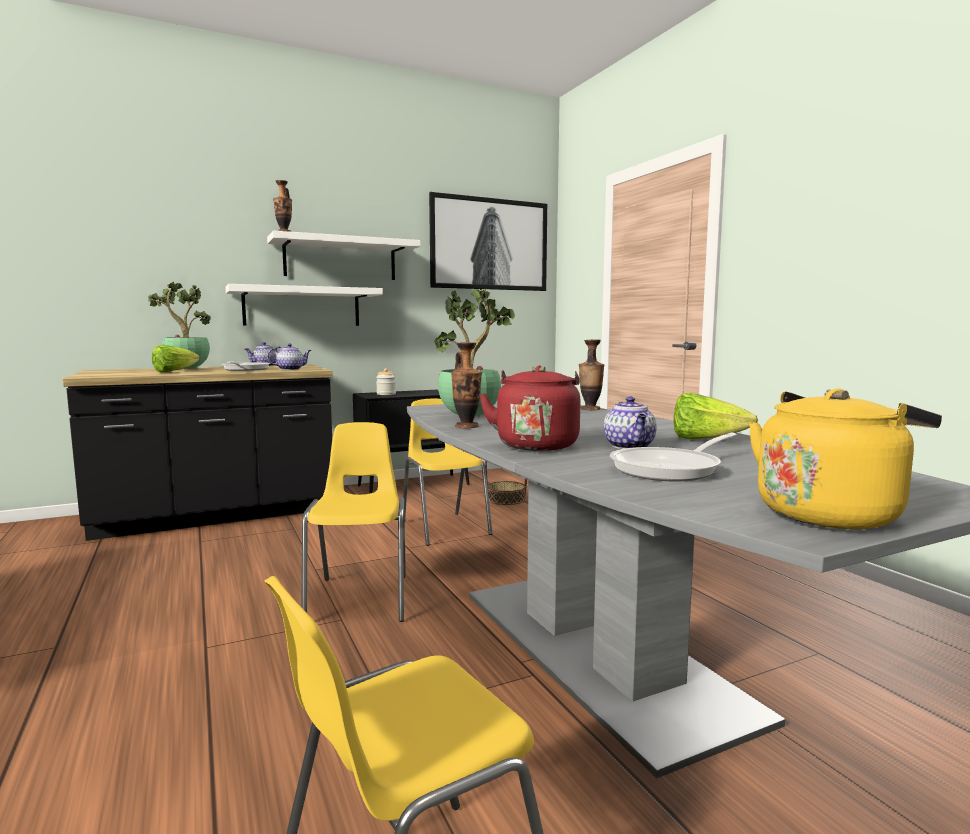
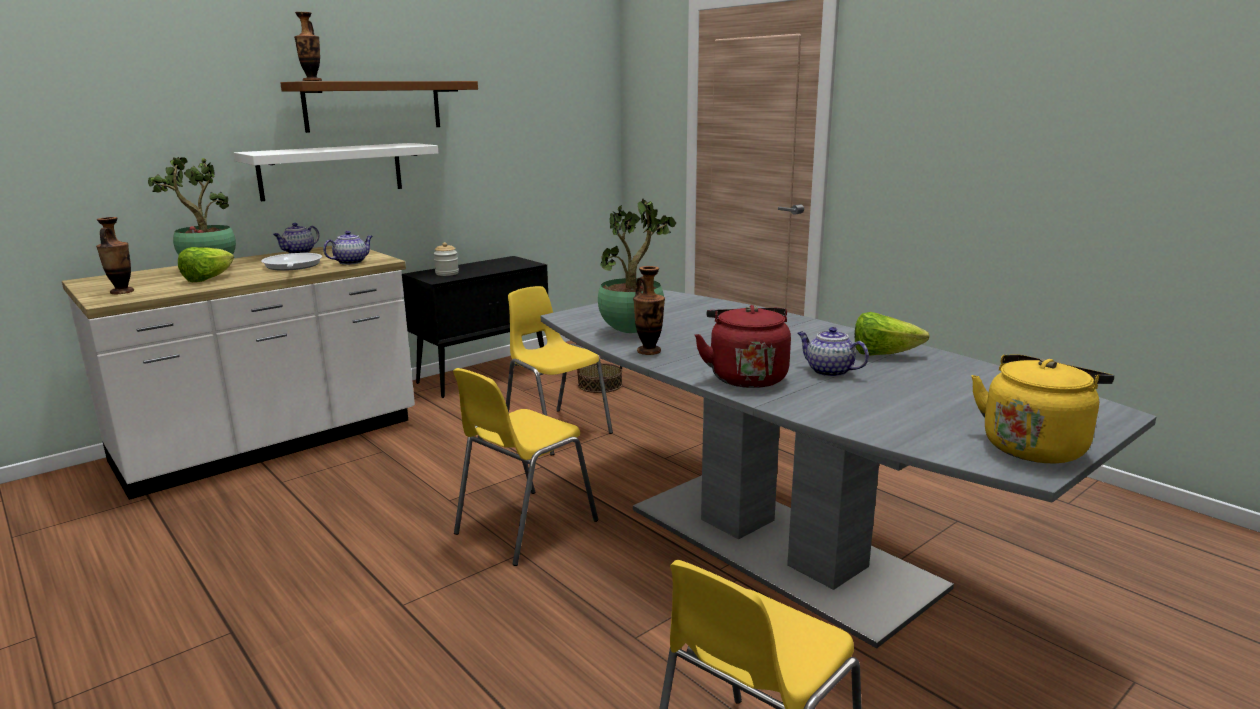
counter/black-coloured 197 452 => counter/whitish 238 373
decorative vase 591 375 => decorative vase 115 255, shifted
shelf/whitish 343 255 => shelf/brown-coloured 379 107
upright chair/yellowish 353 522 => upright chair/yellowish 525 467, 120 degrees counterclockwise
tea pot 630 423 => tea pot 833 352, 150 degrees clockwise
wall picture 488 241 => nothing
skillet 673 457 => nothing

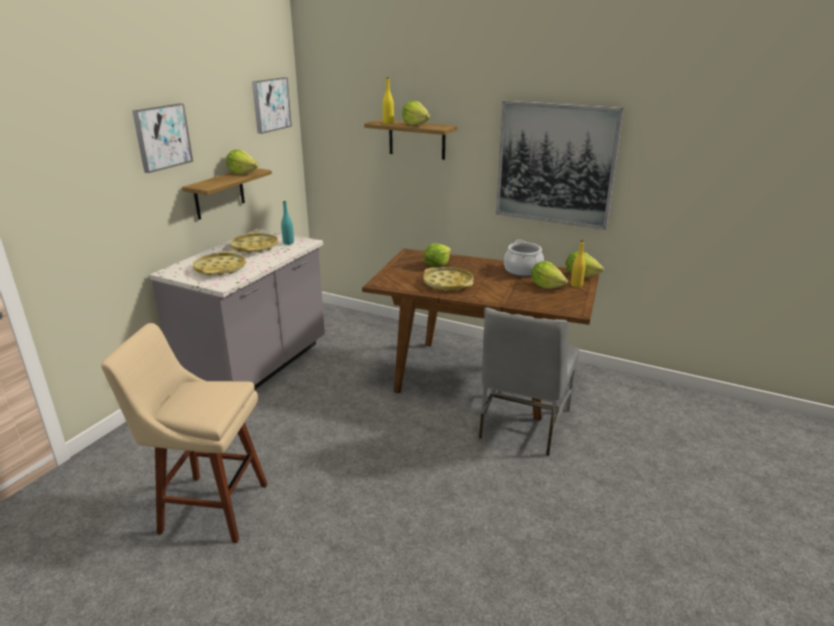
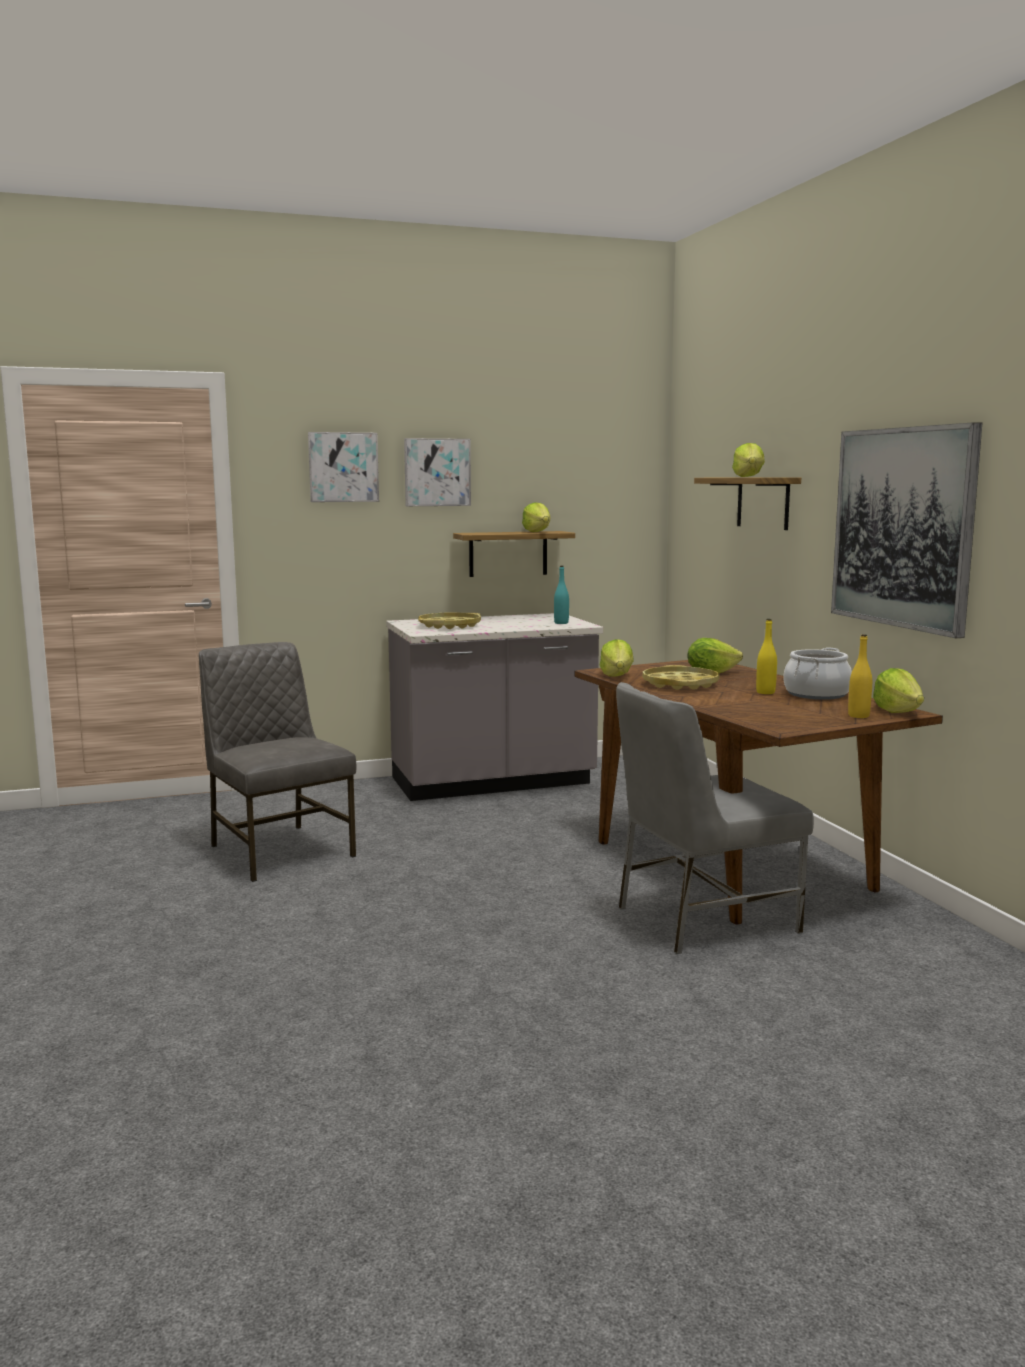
stool/beige-coloured 184 433 => upright chair/greyish 277 762
wall picture 272 105 => wall picture 343 467, shifted
lettuce head 549 275 => lettuce head 617 658, shifted
drink bottle/yellowish 388 101 => drink bottle/yellowish 766 656, shifted
tray/yellowish 254 242 => nothing

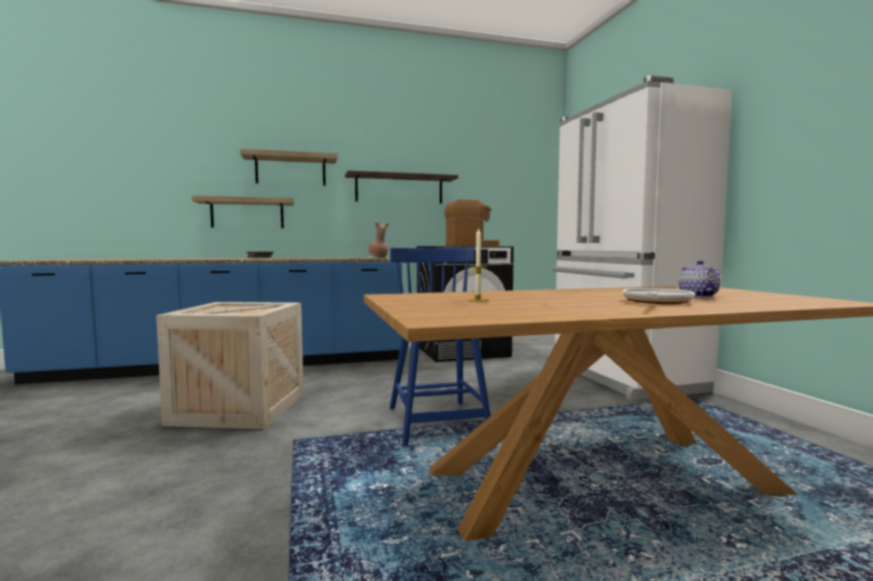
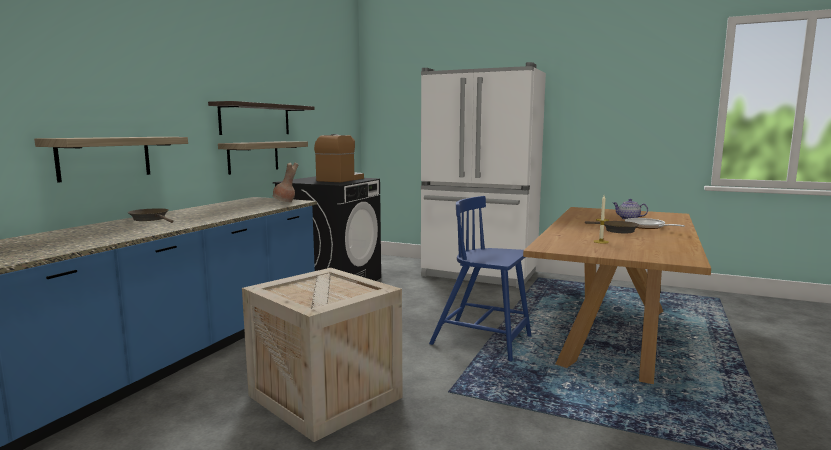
shelf 289 167 => shelf 263 158, shifted
nothing => skillet/brown-coloured 612 227

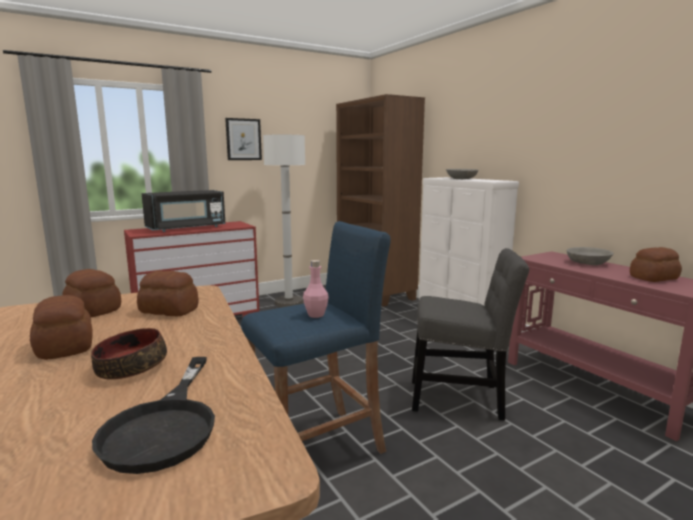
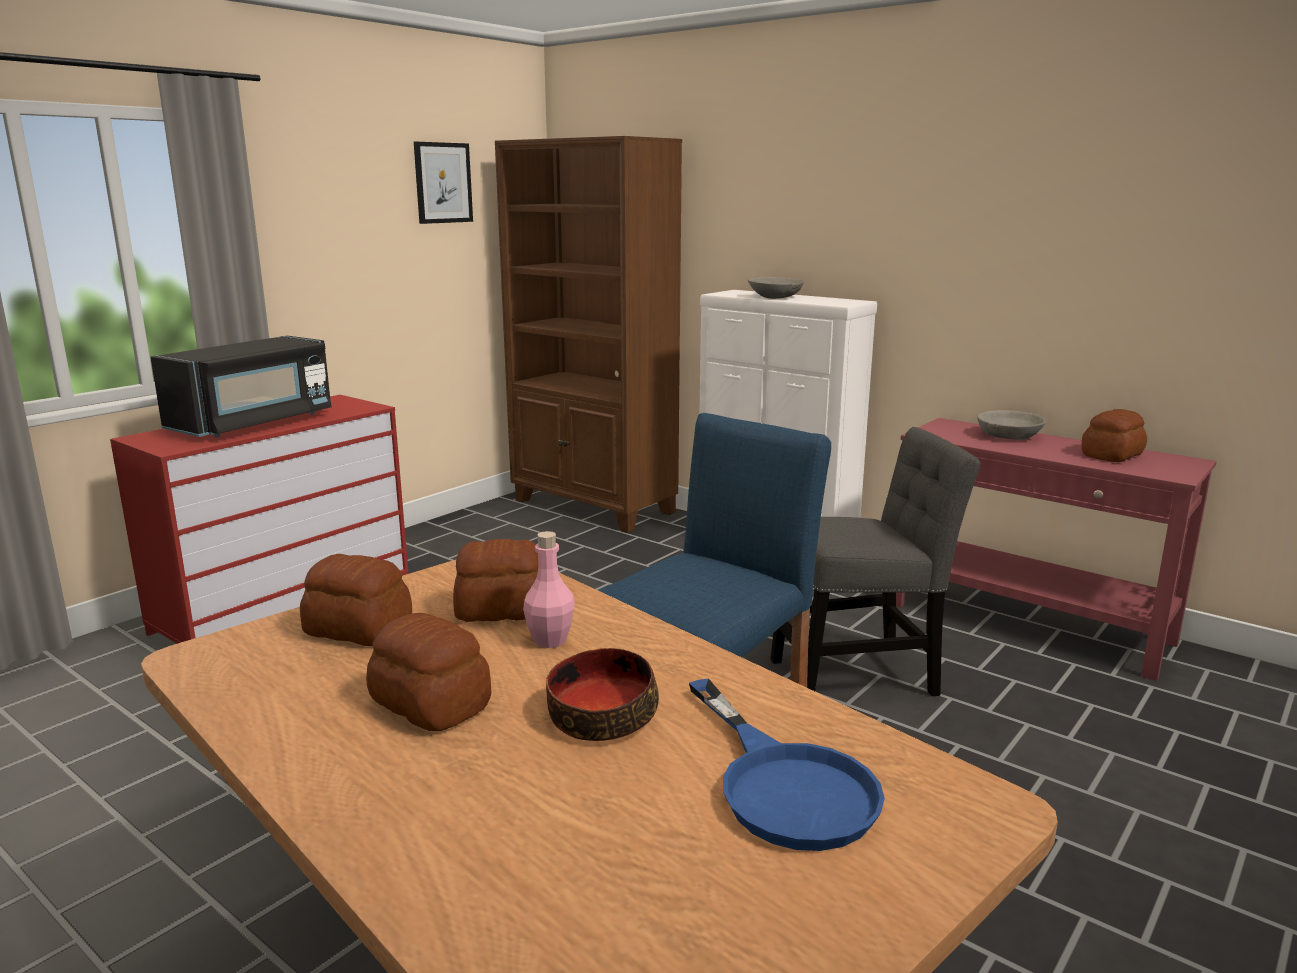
wall picture 243 139 => wall picture 443 183, shifted
drink bottle/pinkish 316 289 => drink bottle/pinkish 549 589, shifted
skillet/black-coloured 153 415 => skillet/blue 787 764
standard lamp/whitish 284 220 => nothing

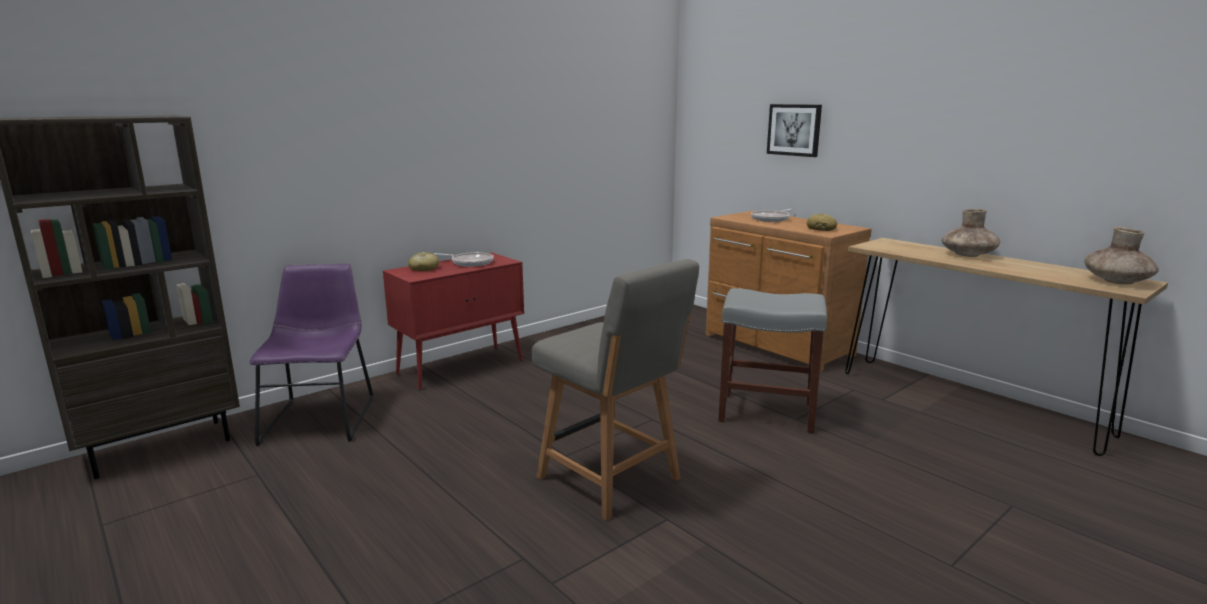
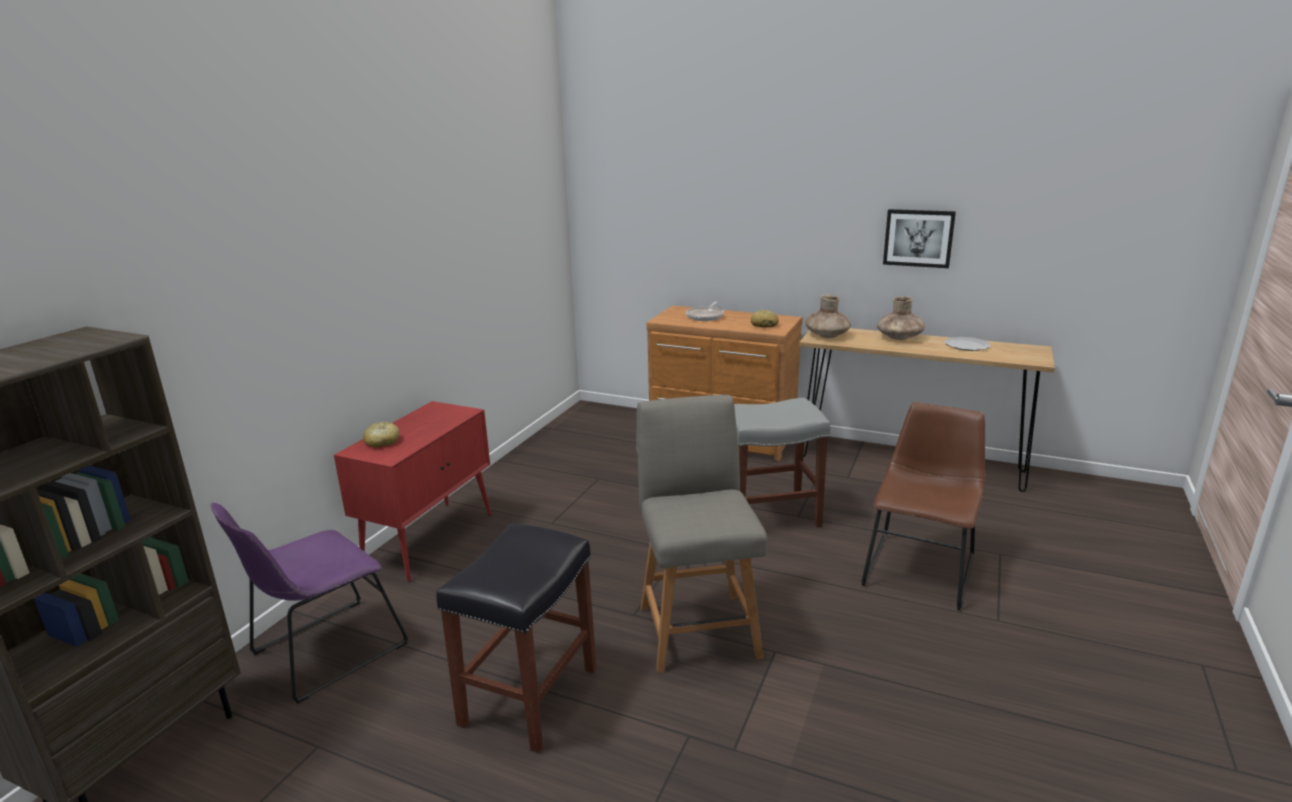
upright chair/purple-coloured 312 355 => upright chair/purple-coloured 309 603, 105 degrees counterclockwise
nothing => stool/black-coloured 516 638
upright chair/greyish 615 390 => upright chair/greyish 702 534, 120 degrees counterclockwise
decorative vase/brown-coloured 1121 255 => decorative vase/brown-coloured 828 316, shifted
nothing => upright chair/brown-coloured 923 506
wall picture 794 130 => wall picture 919 238, shifted
nothing => plate 967 344
skillet 464 259 => nothing

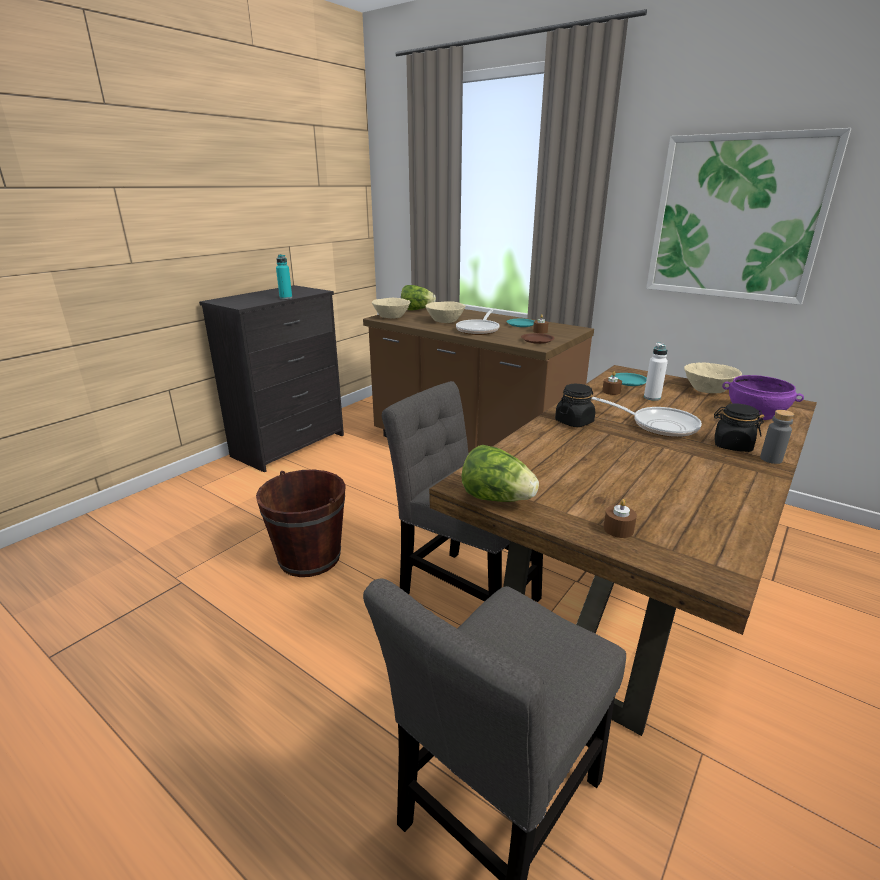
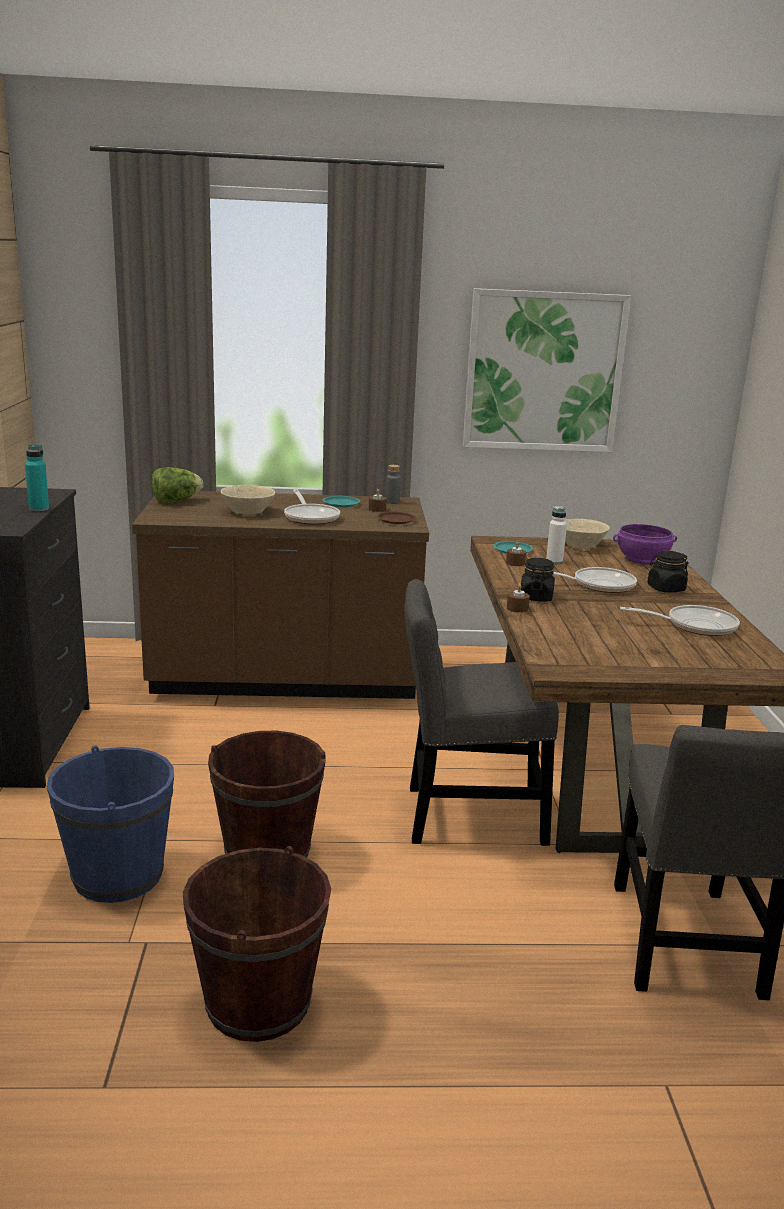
nothing => bucket/blue 110 824
nothing => bucket/brown-coloured 257 944
drink bottle/greyish 777 437 => drink bottle/greyish 393 484, shifted
candle/brown-coloured 620 518 => candle/brown-coloured 518 598, shifted
nothing => skillet 680 620
deep dish/beige-coloured 391 308 => nothing
lettuce head 500 473 => nothing

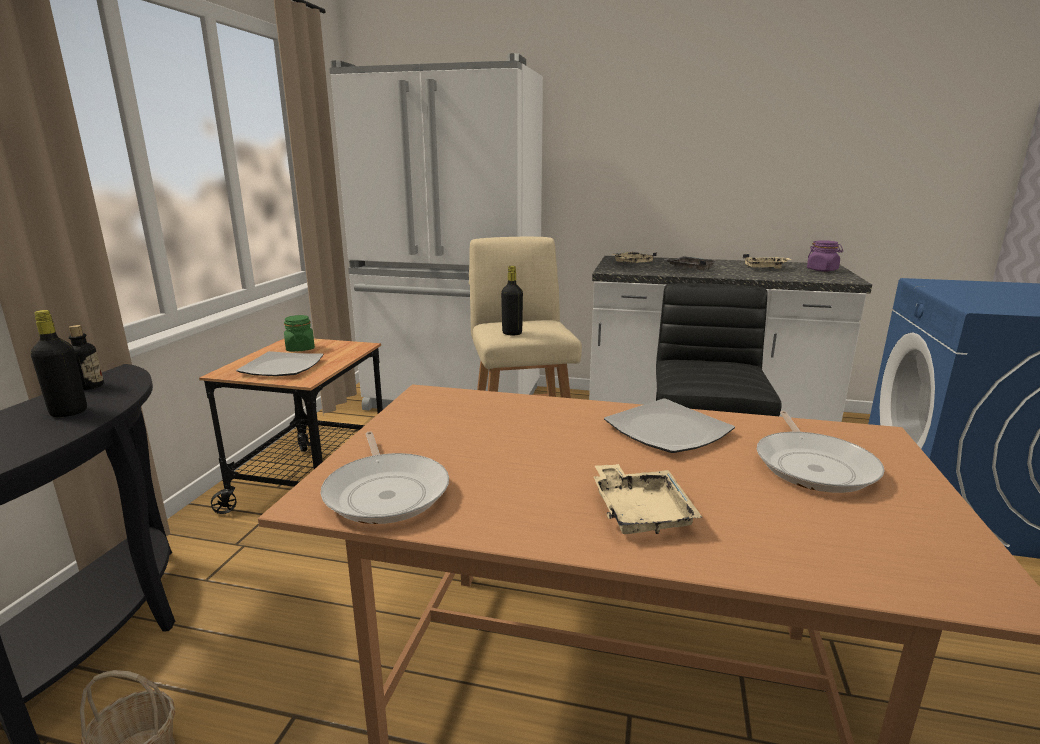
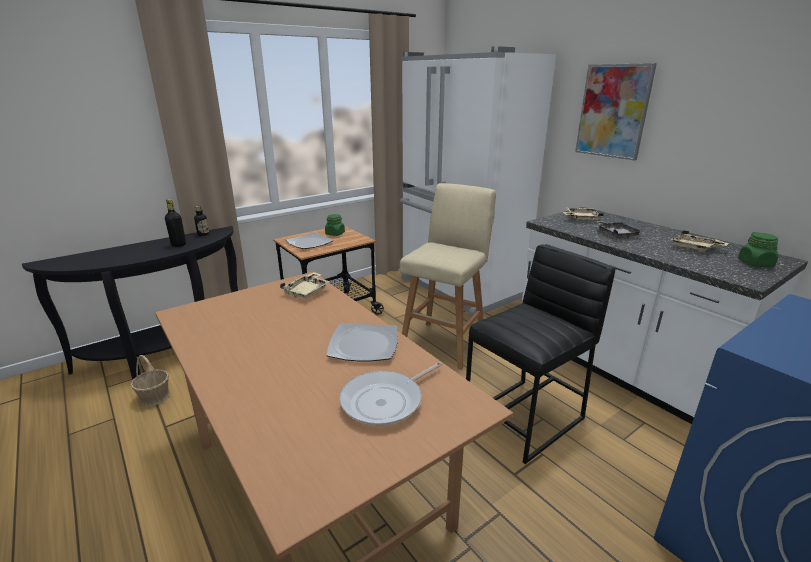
tray/beige-coloured 648 499 => tray/beige-coloured 305 285, shifted
nothing => wall picture 616 111
storage jar/purple-coloured 825 256 => storage jar/greenish 758 249
skillet 385 477 => nothing
drink bottle/black-coloured 512 300 => nothing

